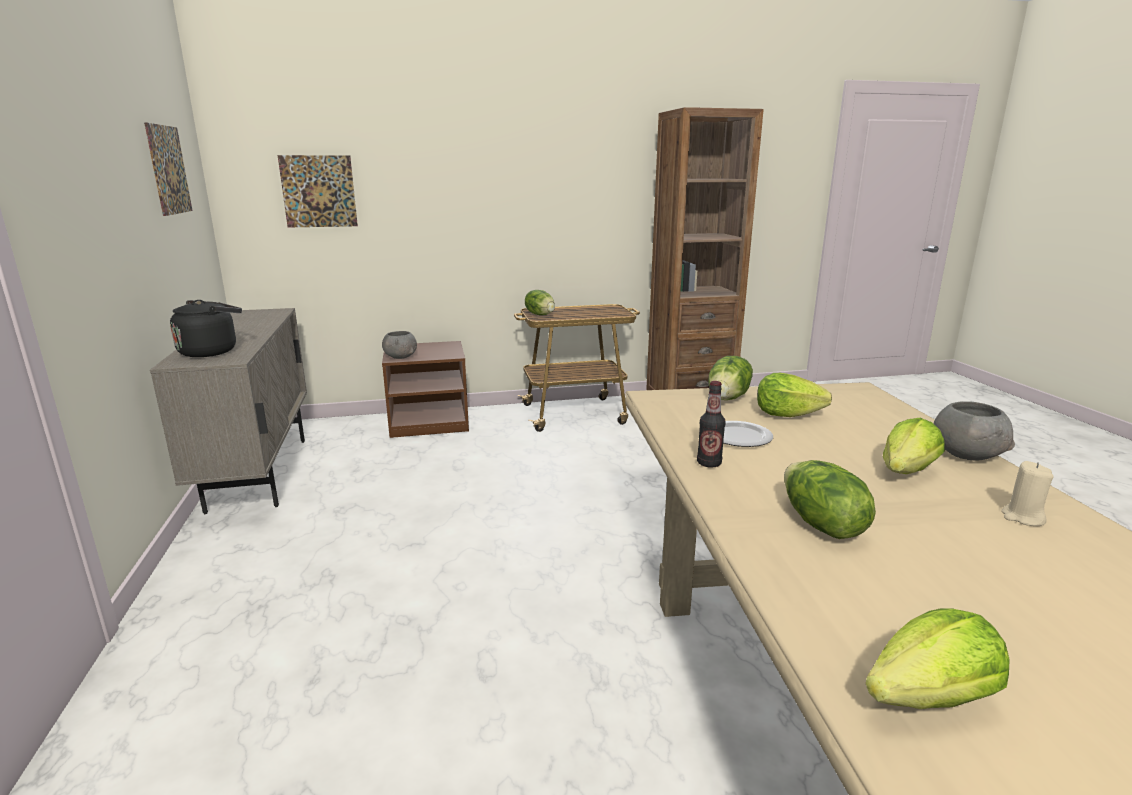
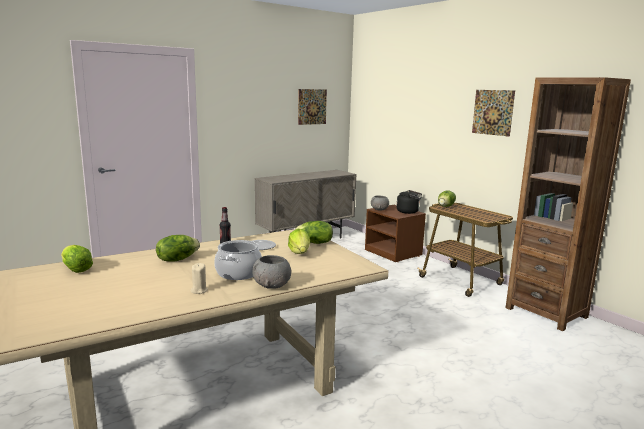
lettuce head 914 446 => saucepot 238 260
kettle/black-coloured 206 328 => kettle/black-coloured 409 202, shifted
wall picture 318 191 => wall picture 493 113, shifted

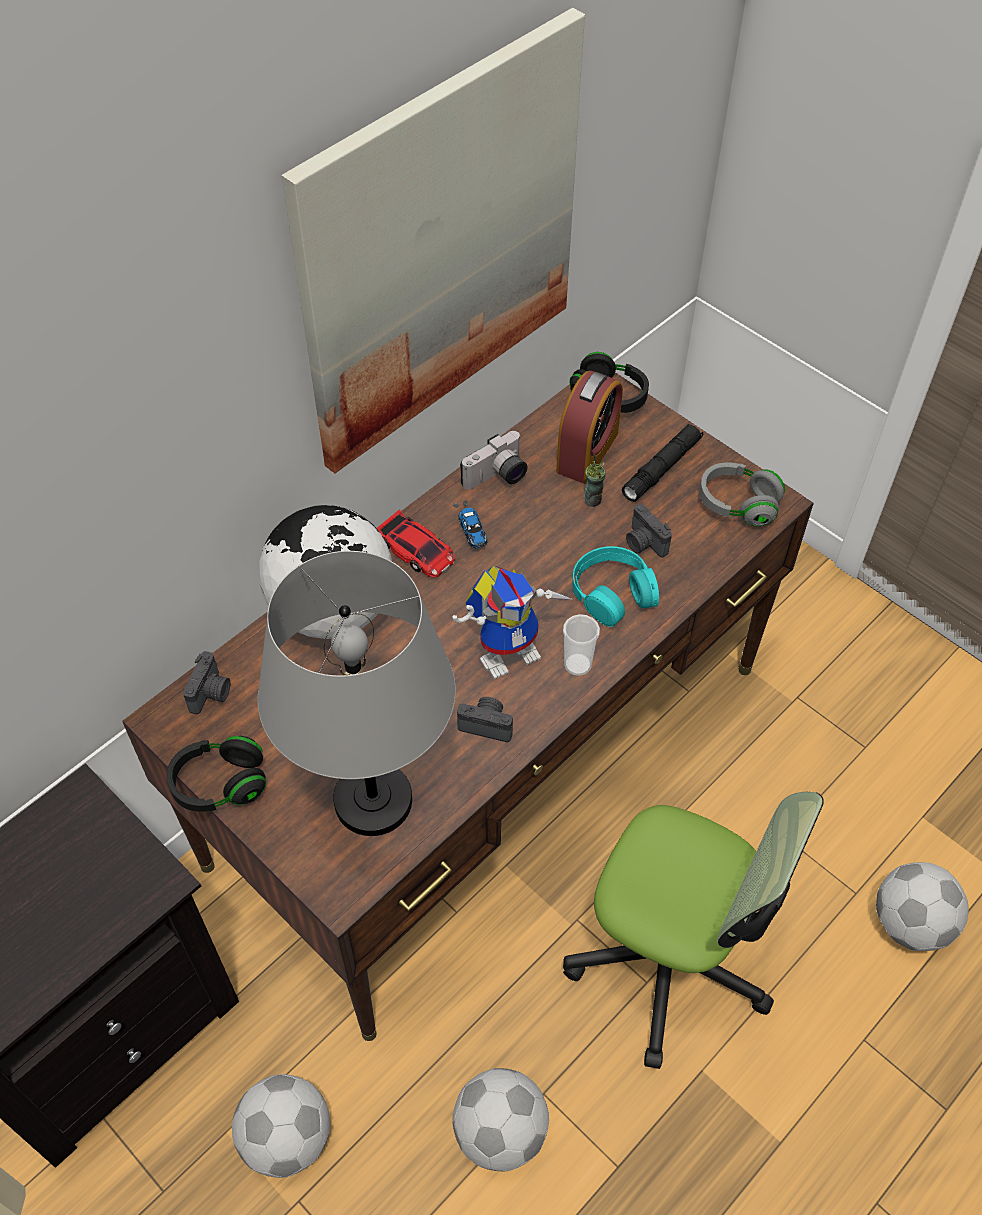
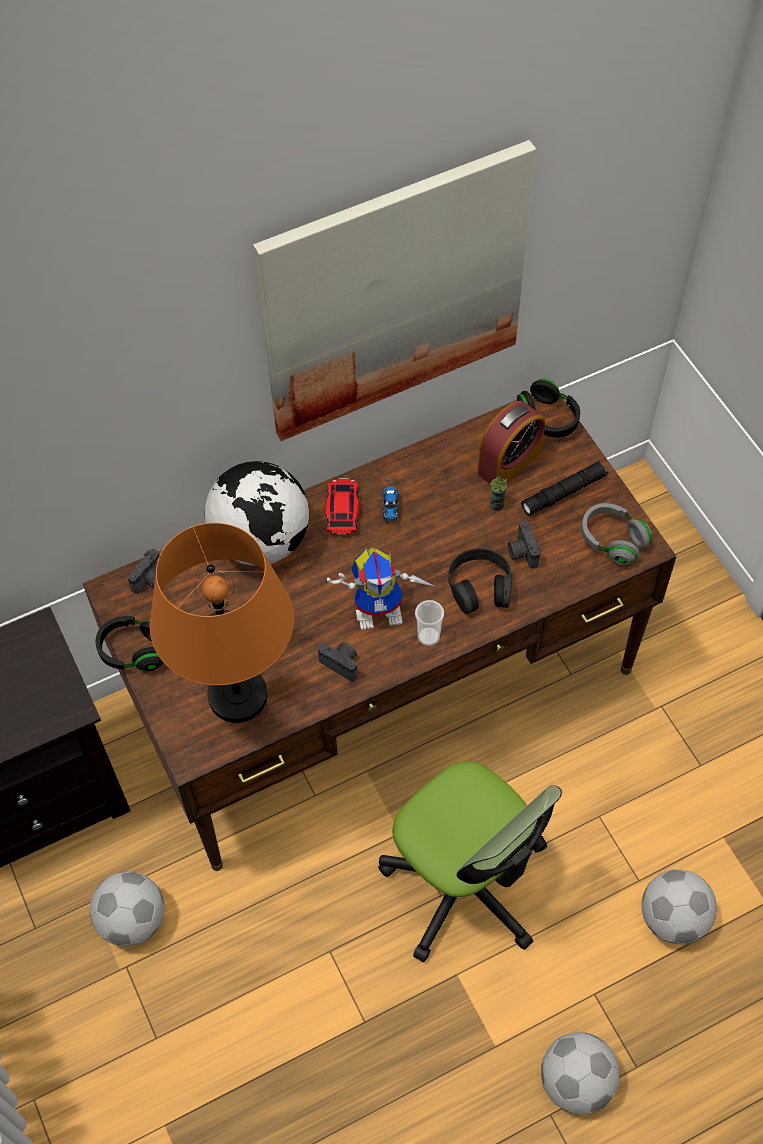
lamp for a table/greyish 357 693 => lamp for a table/orange 222 623
toy car 416 544 => toy car 342 506, 150 degrees counterclockwise
headphones/turquoise 615 586 => headphones/black-coloured 480 581
ball for football 500 1119 => ball for football 580 1073, shifted
photo camera 494 460 => nothing

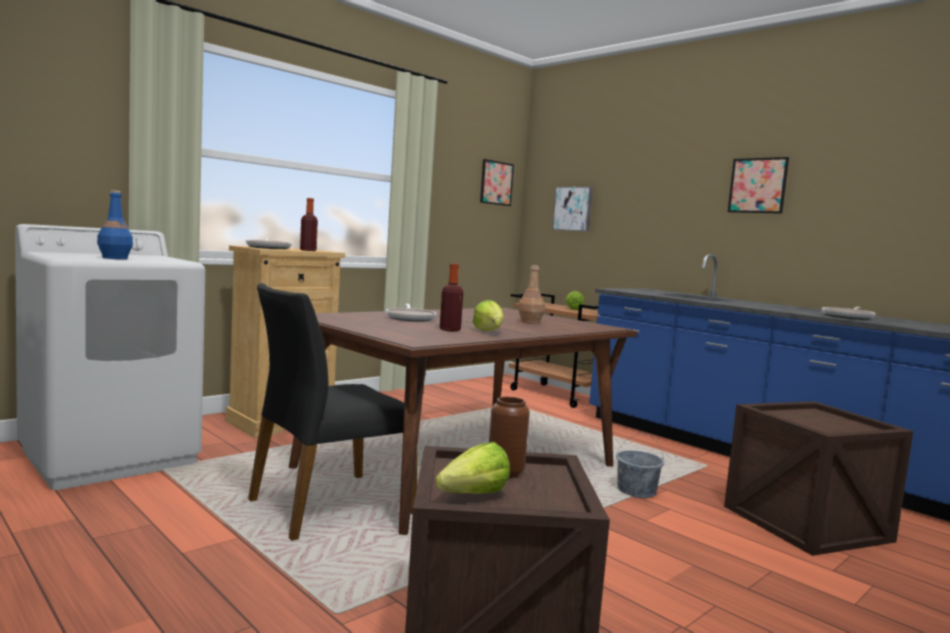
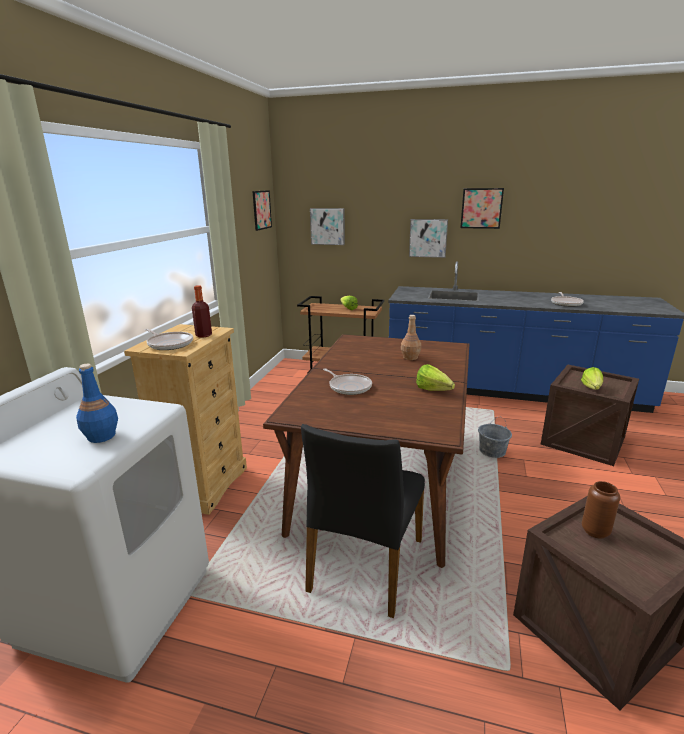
nothing => wall picture 428 238
lettuce head 473 468 => lettuce head 592 378, shifted
drink bottle 451 297 => nothing

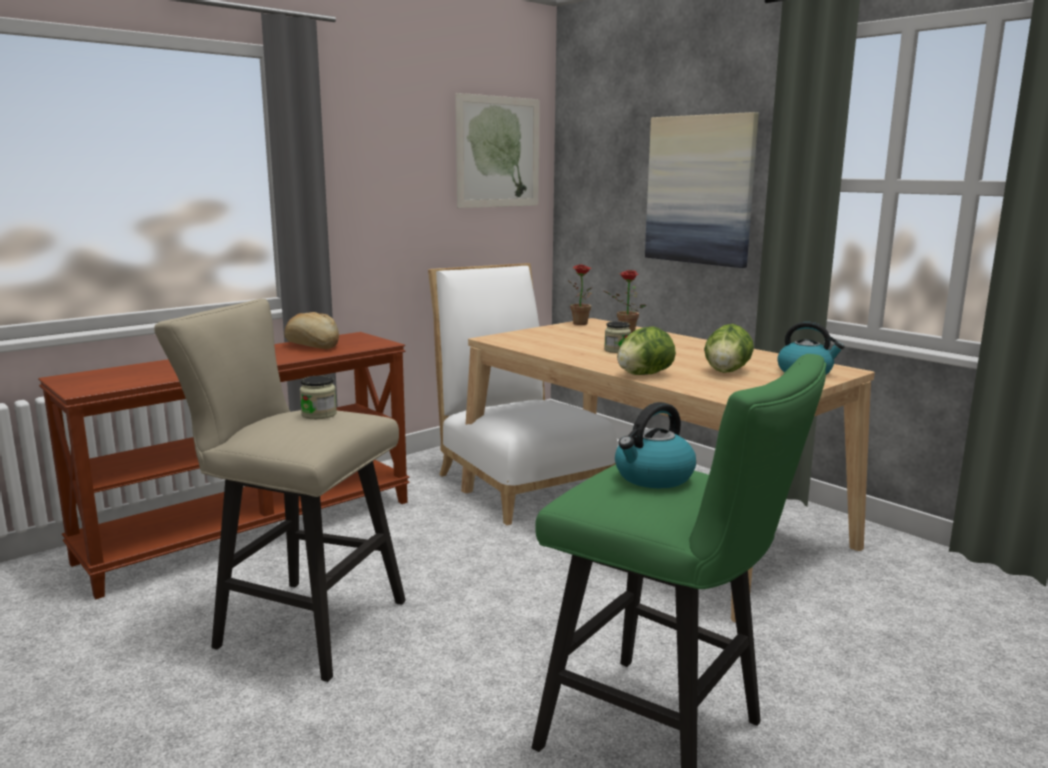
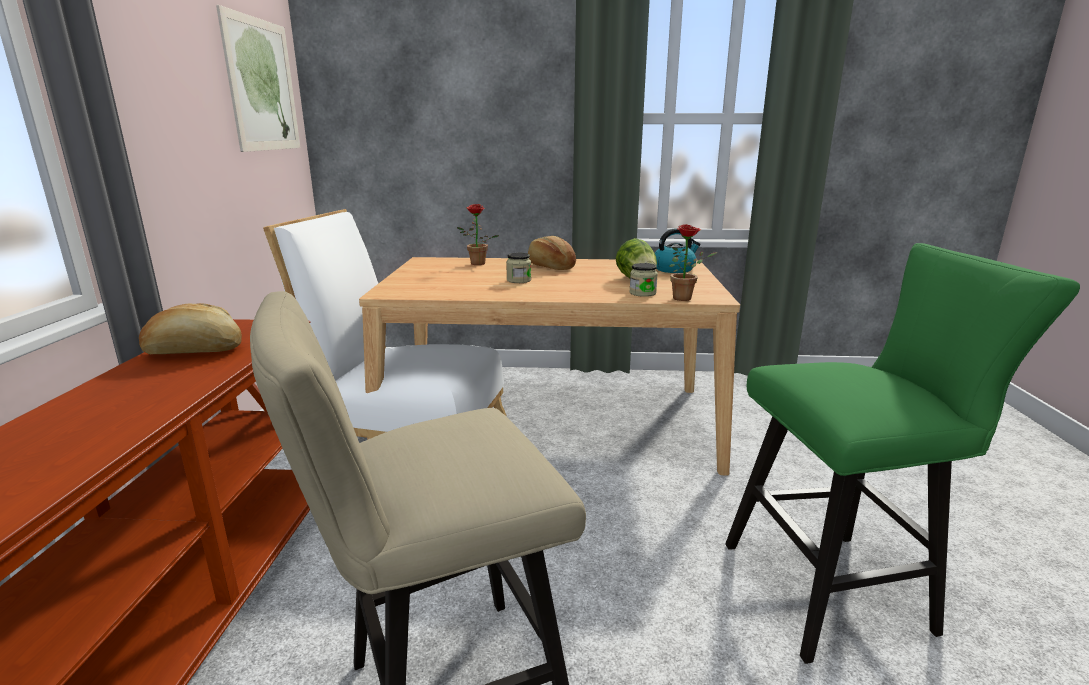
nothing => bakery bread 552 253
storage jar 318 397 => storage jar 643 280, shifted
plant in a pot 580 294 => plant in a pot 694 262, shifted
kettle 655 445 => nothing
lettuce head 646 351 => nothing
wall picture 702 190 => nothing

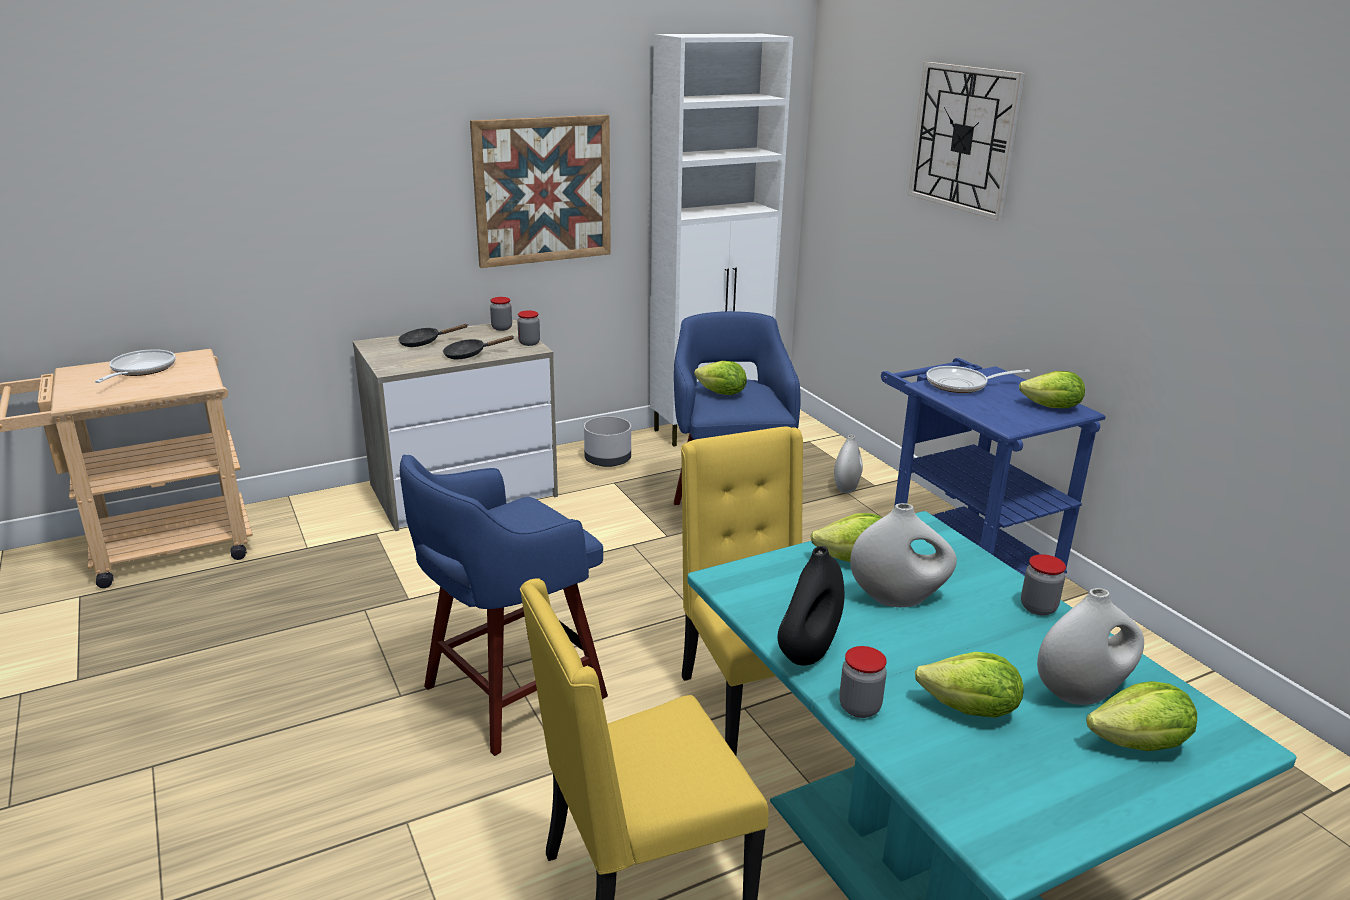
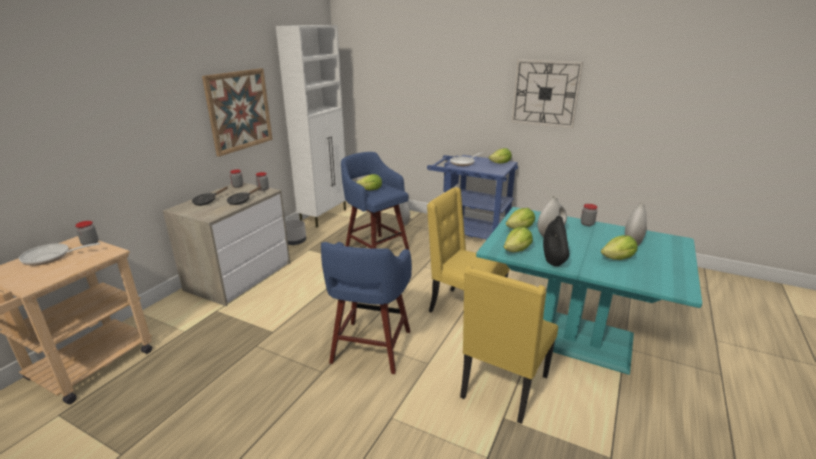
skillet 135 366 => skillet 59 254, 75 degrees counterclockwise
storage jar 863 682 => storage jar 87 233, shifted
lettuce head 1141 716 => lettuce head 518 239, shifted
wall clock 966 141 => wall clock 547 93, shifted

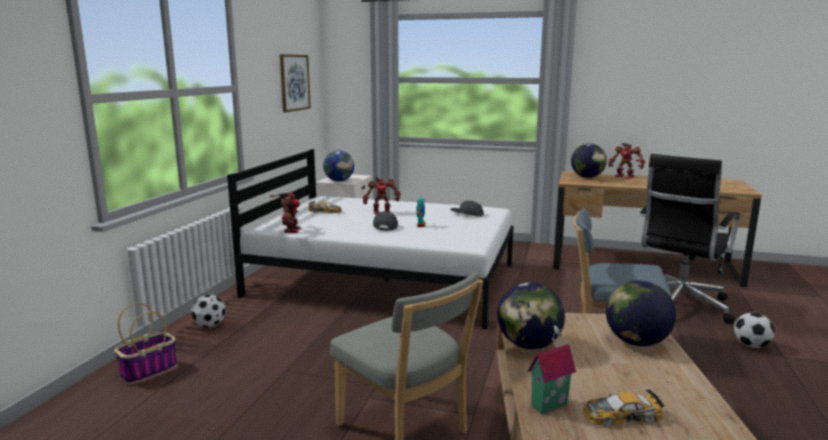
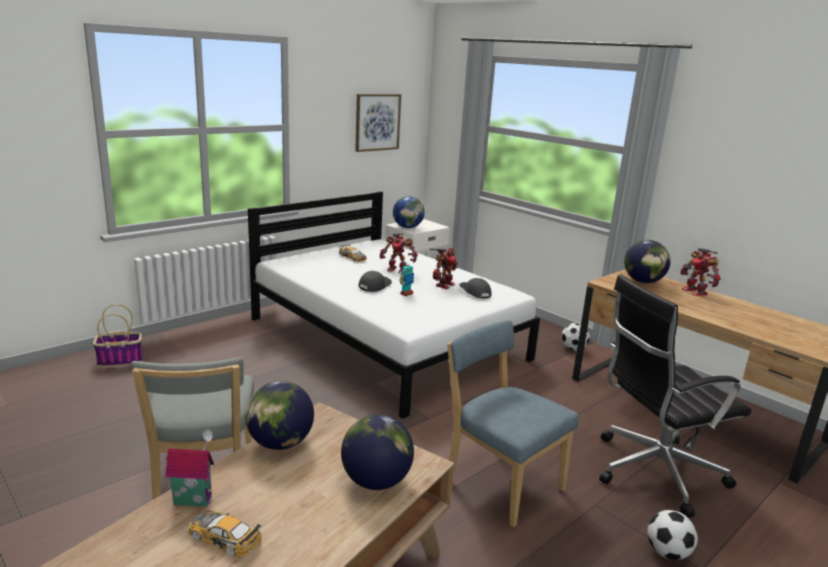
robot figure 285 212 => robot figure 444 268, shifted
ball for football 208 311 => ball for football 576 337, shifted

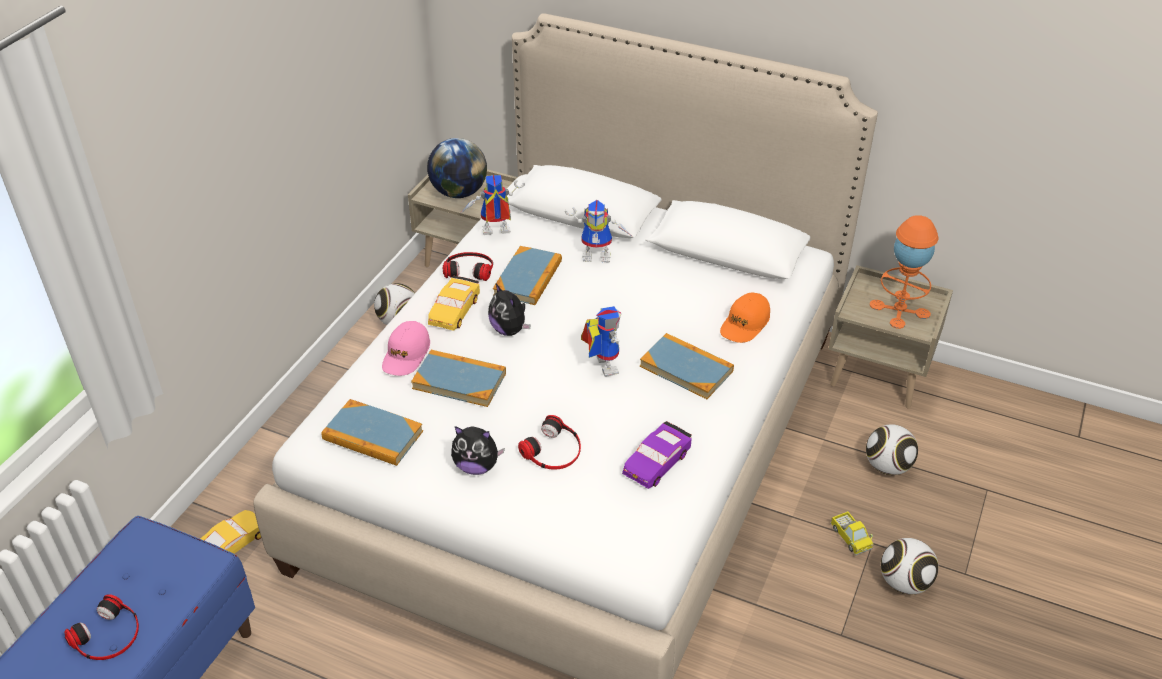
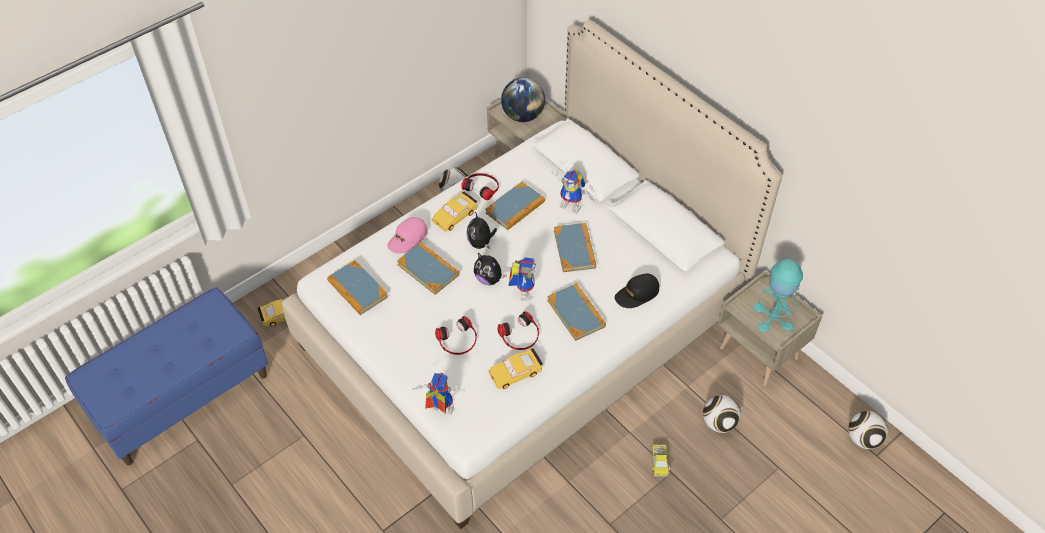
robot figure 493 205 => robot figure 438 394, shifted
plush toy 478 450 => plush toy 490 269, shifted
toy car/purple-coloured 657 455 => toy car/yellowish 515 368
headphones 101 627 => headphones 518 330, shifted
nothing => book 575 247
cap/orange 745 318 => cap/black-coloured 637 291
lamp for a table/orange 904 272 => lamp for a table/turquoise 778 295
ball for football 909 566 => ball for football 868 430, shifted

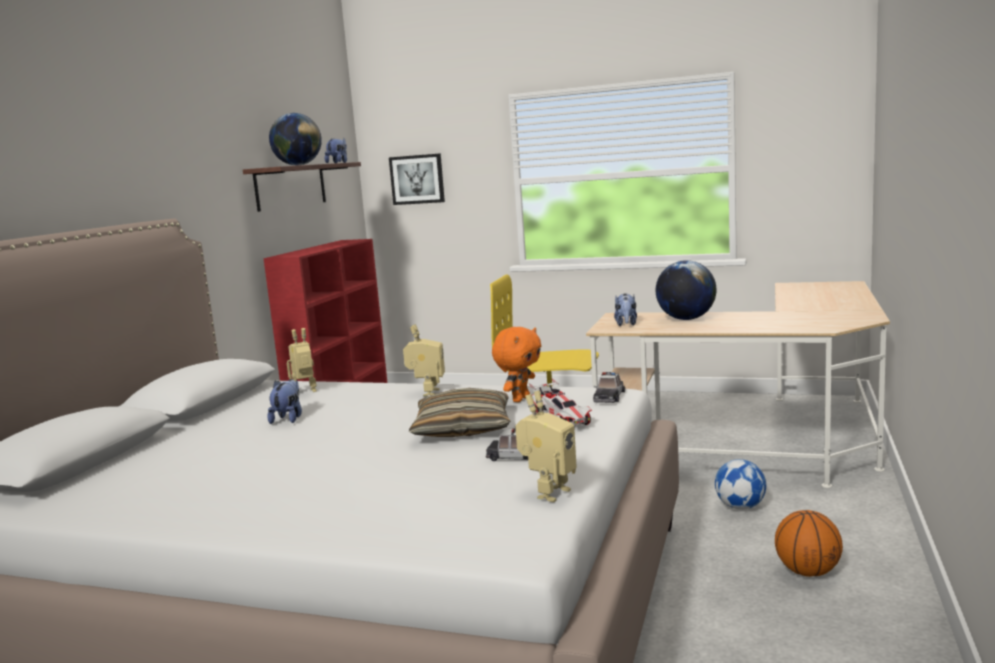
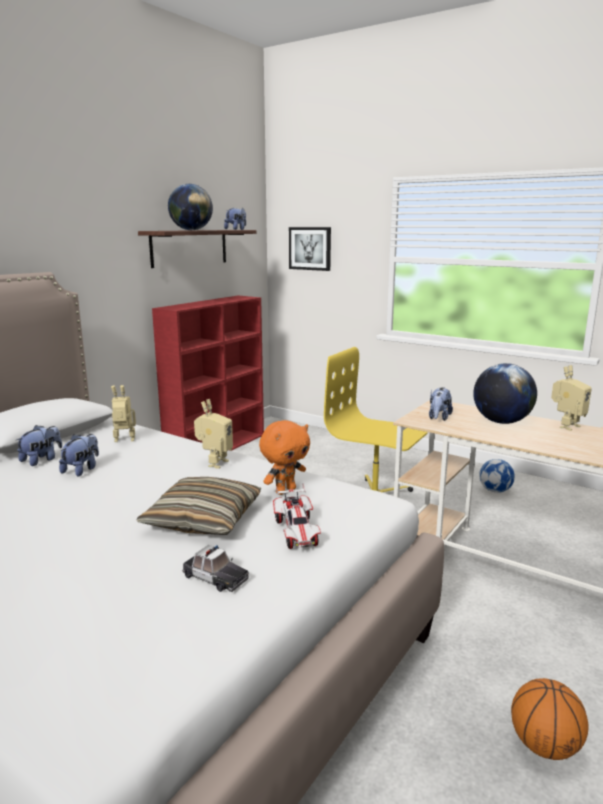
nothing => plush toy 39 445
ball for football 740 484 => ball for football 497 476, shifted
robot figure 546 446 => robot figure 571 398, shifted
toy car 609 387 => nothing

